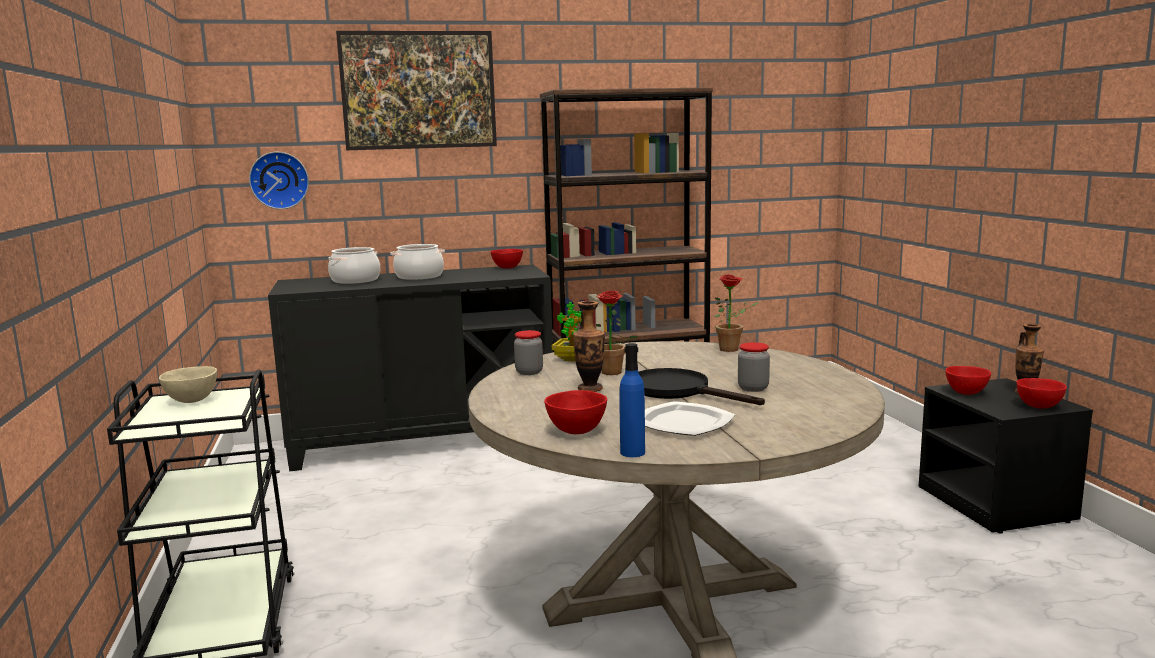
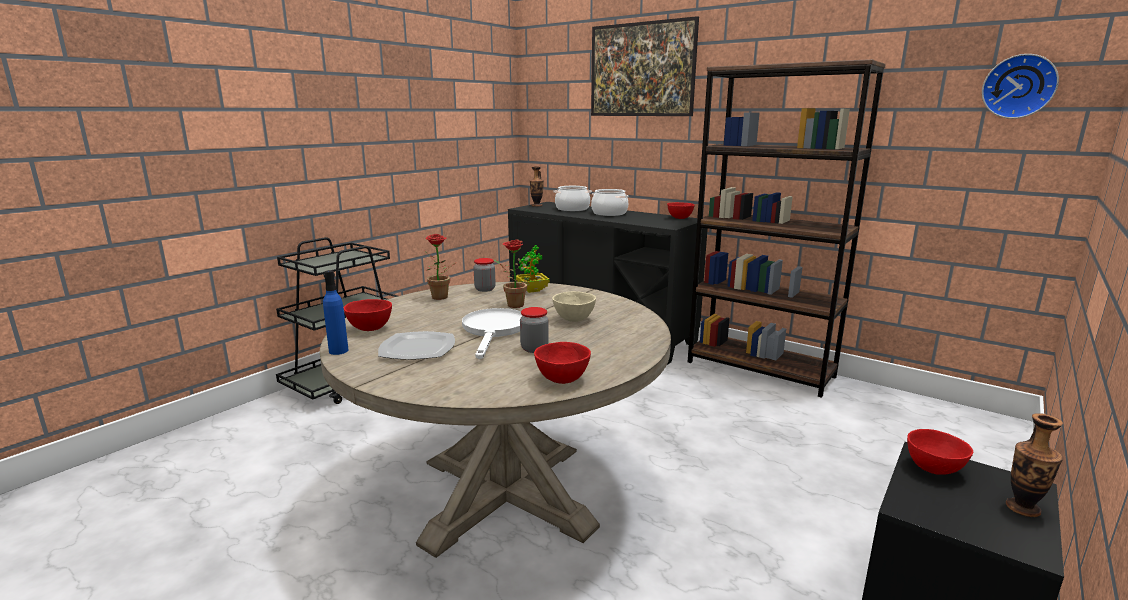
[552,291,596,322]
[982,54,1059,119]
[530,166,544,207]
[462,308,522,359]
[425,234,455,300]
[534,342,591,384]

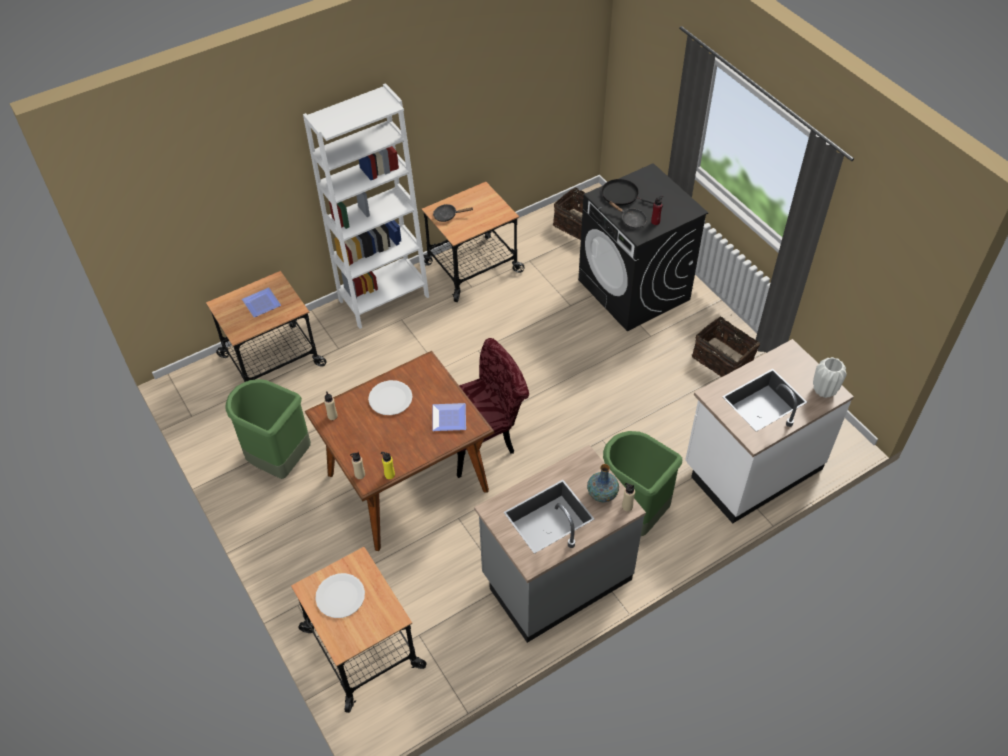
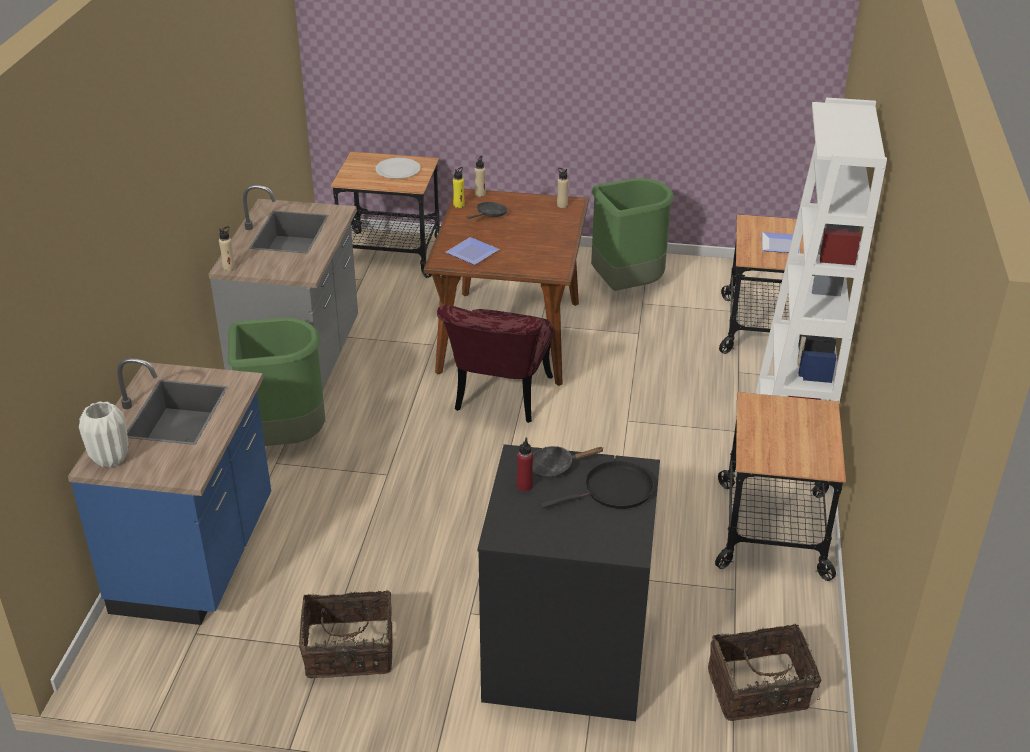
[368,380,413,415] (first image)
[466,202,508,219]
[587,464,619,502] (first image)
[68,358,271,625]

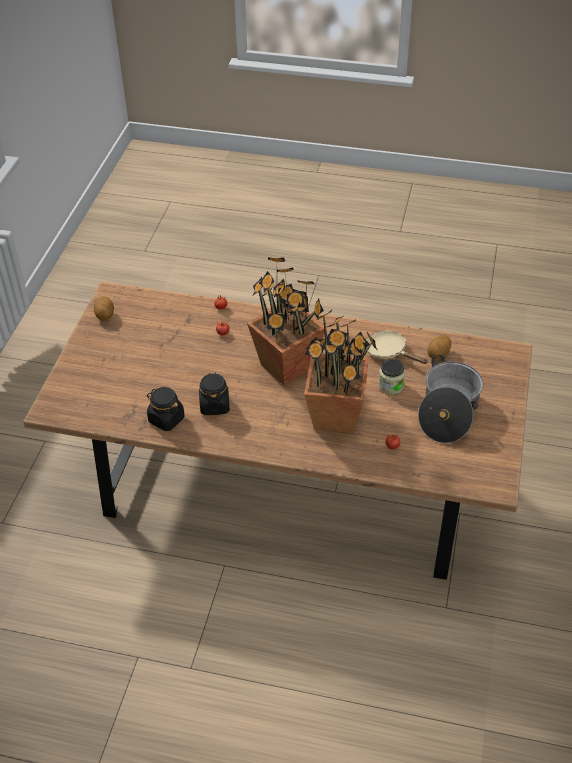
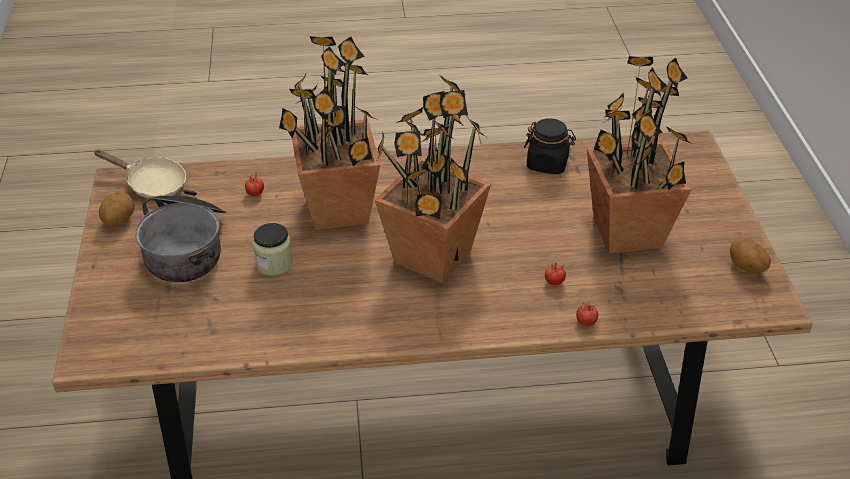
[199,372,230,415] (first image)
[94,149,186,198]
[99,192,135,226]
[587,56,692,254]

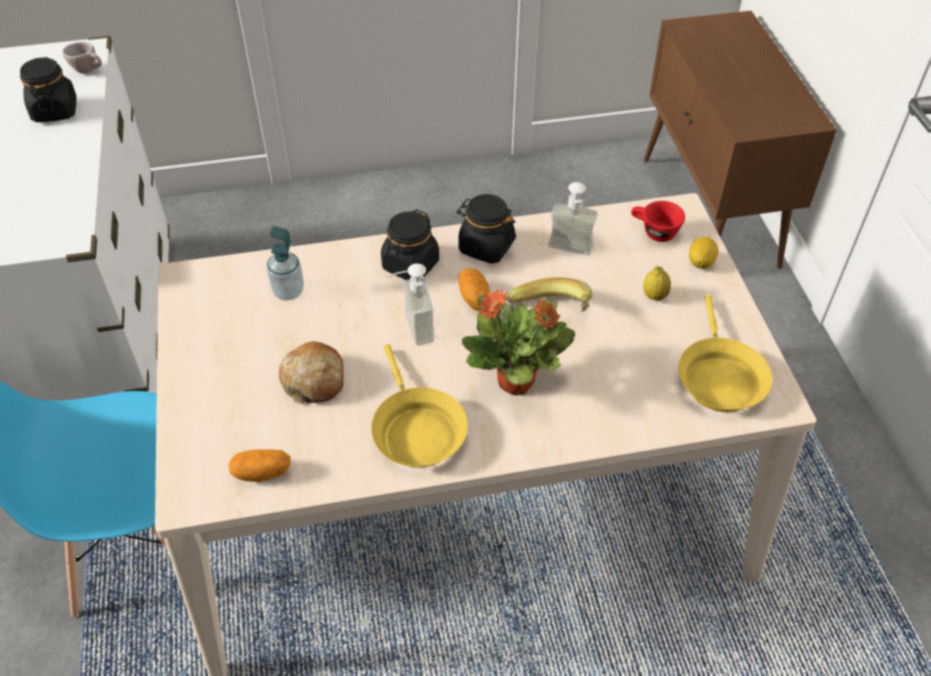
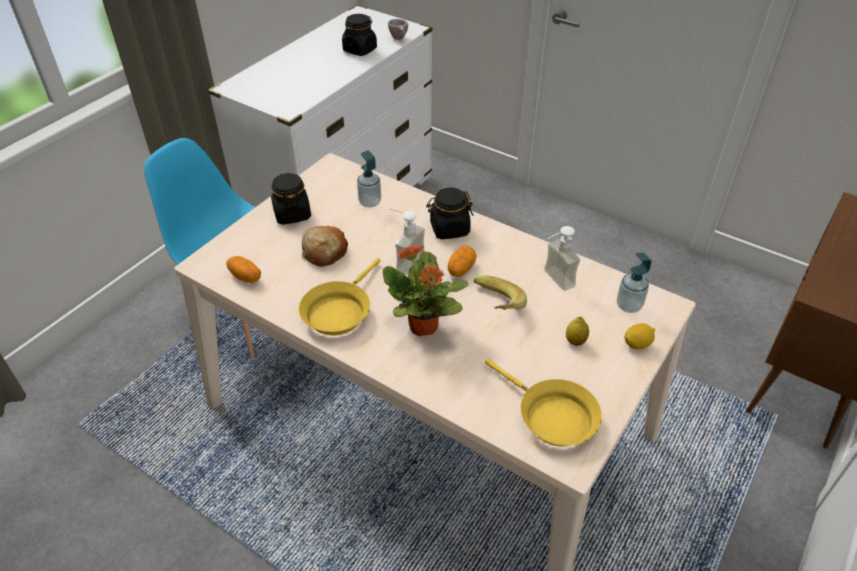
[271,173,311,225]
[617,253,652,313]
[485,359,602,446]

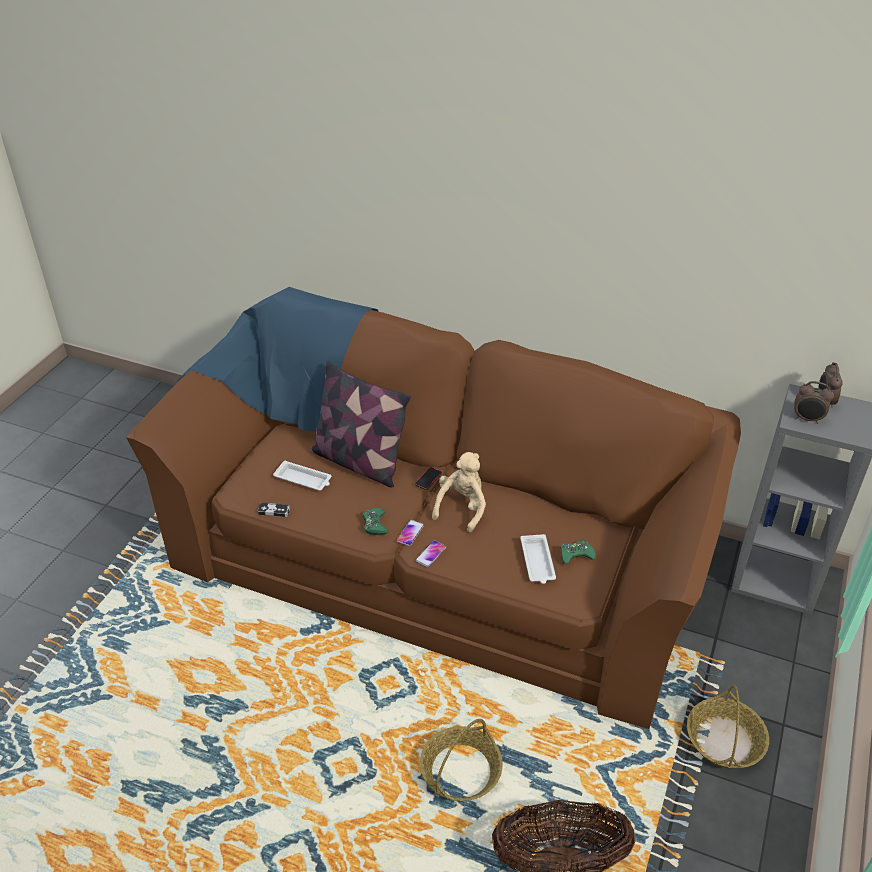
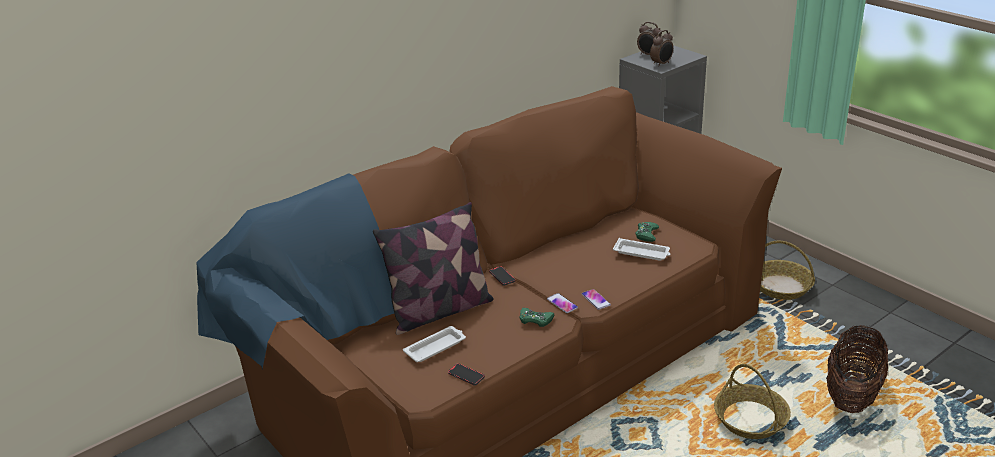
[448,363,485,386]
[432,452,486,532] (first image)

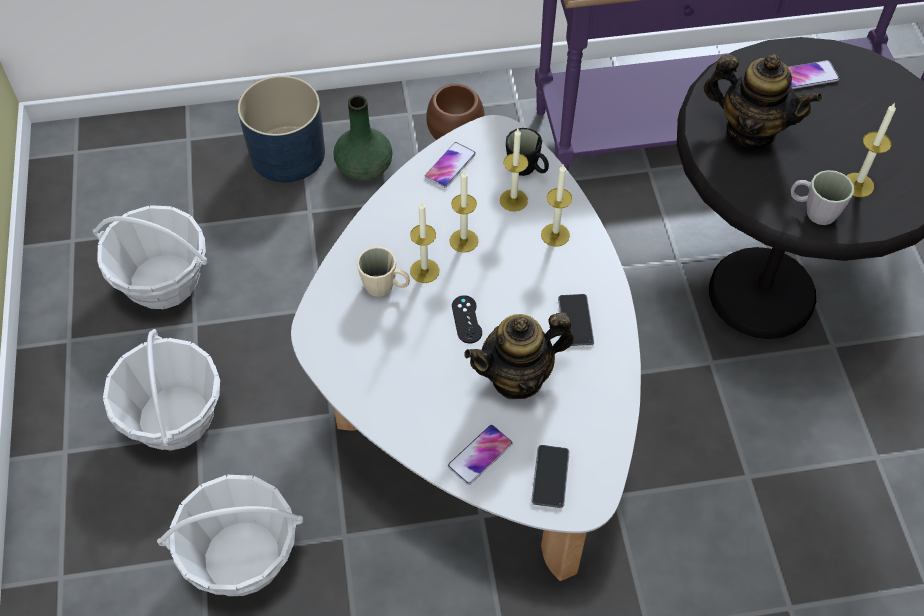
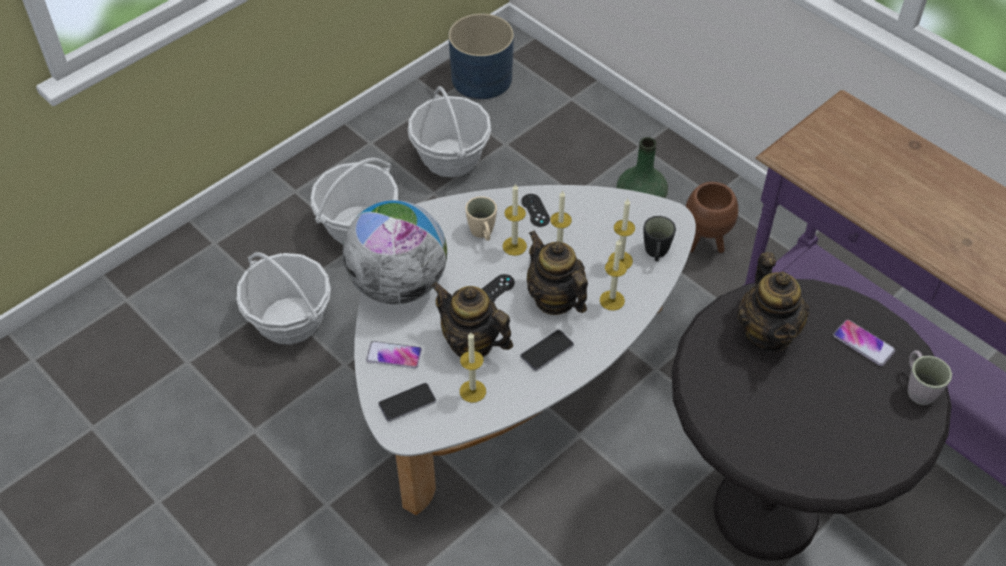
[449,14,514,99]
[425,142,476,188] (first image)
[908,350,952,405]
[460,332,486,403]
[343,200,447,304]
[521,194,550,227]
[527,230,588,315]

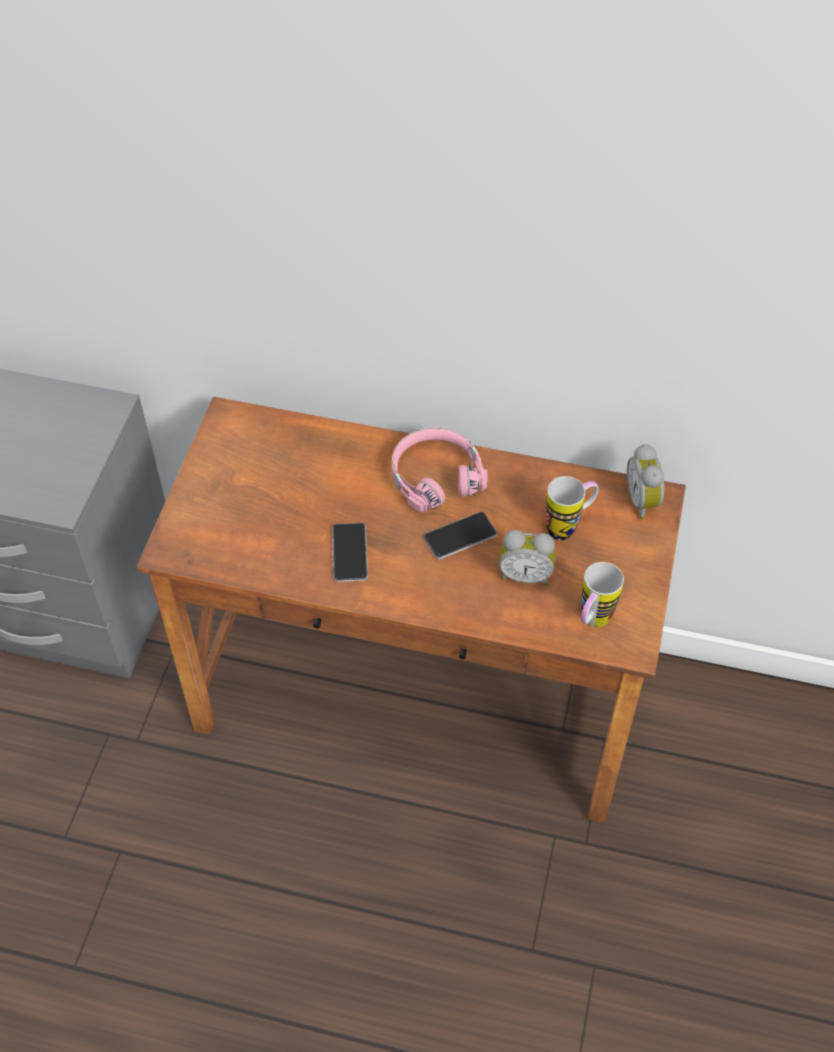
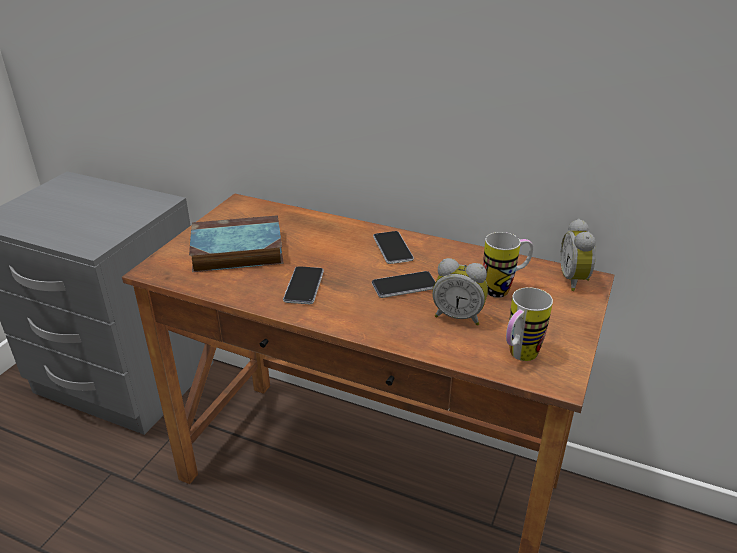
[373,231,414,264]
[189,215,283,272]

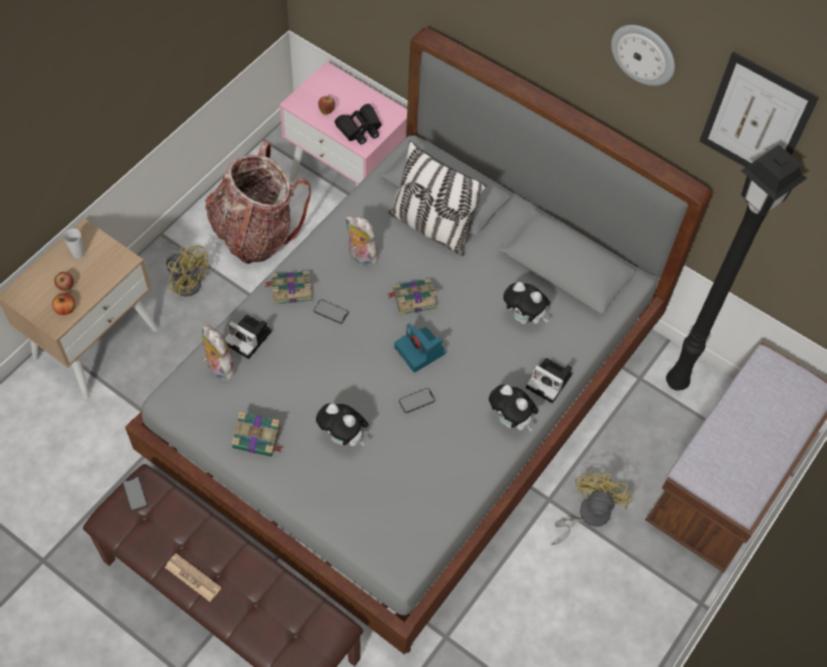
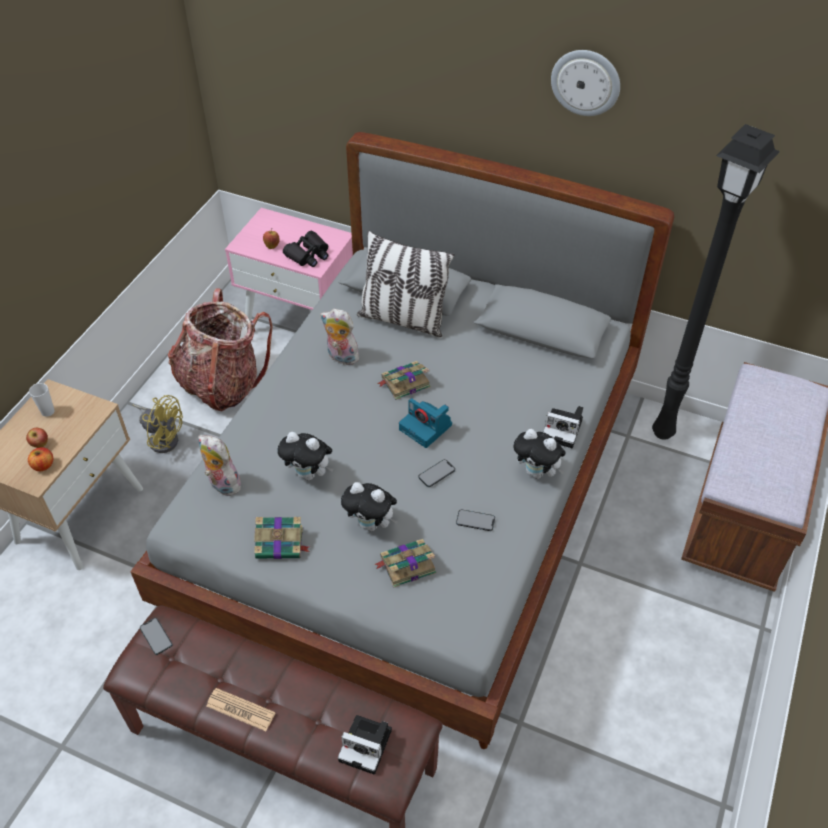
[338,715,392,775]
[375,539,436,588]
[456,509,495,531]
[277,432,333,481]
[551,473,632,545] (first image)
[699,52,819,167] (first image)

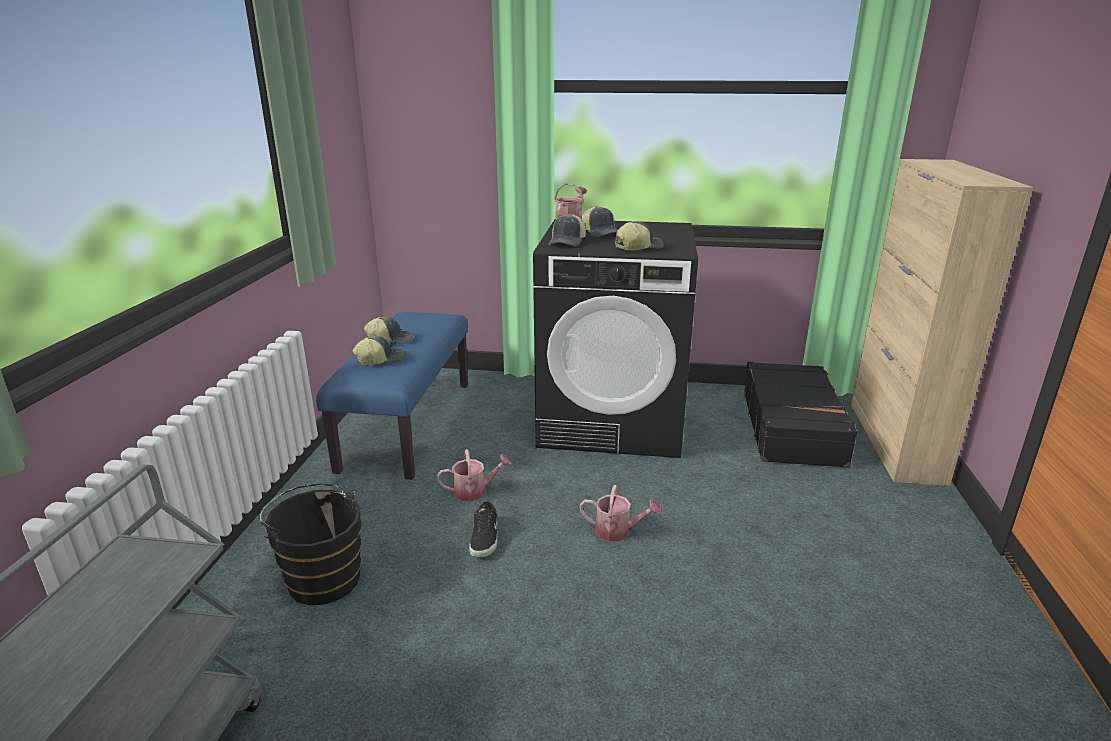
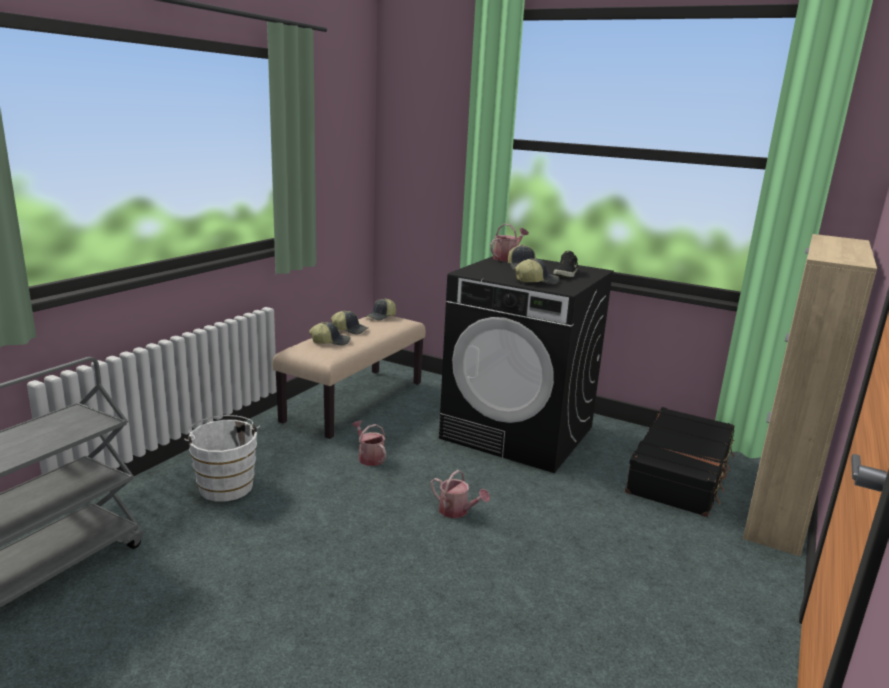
[184,415,260,502]
[273,316,426,439]
[352,420,386,466]
[553,251,578,277]
[365,298,396,321]

